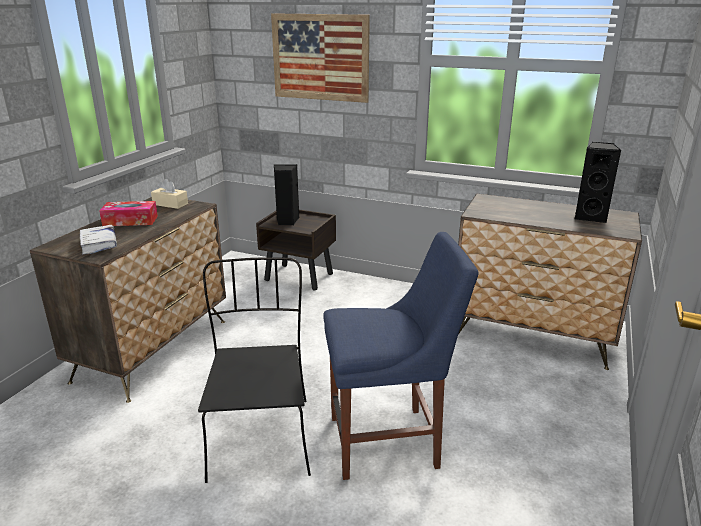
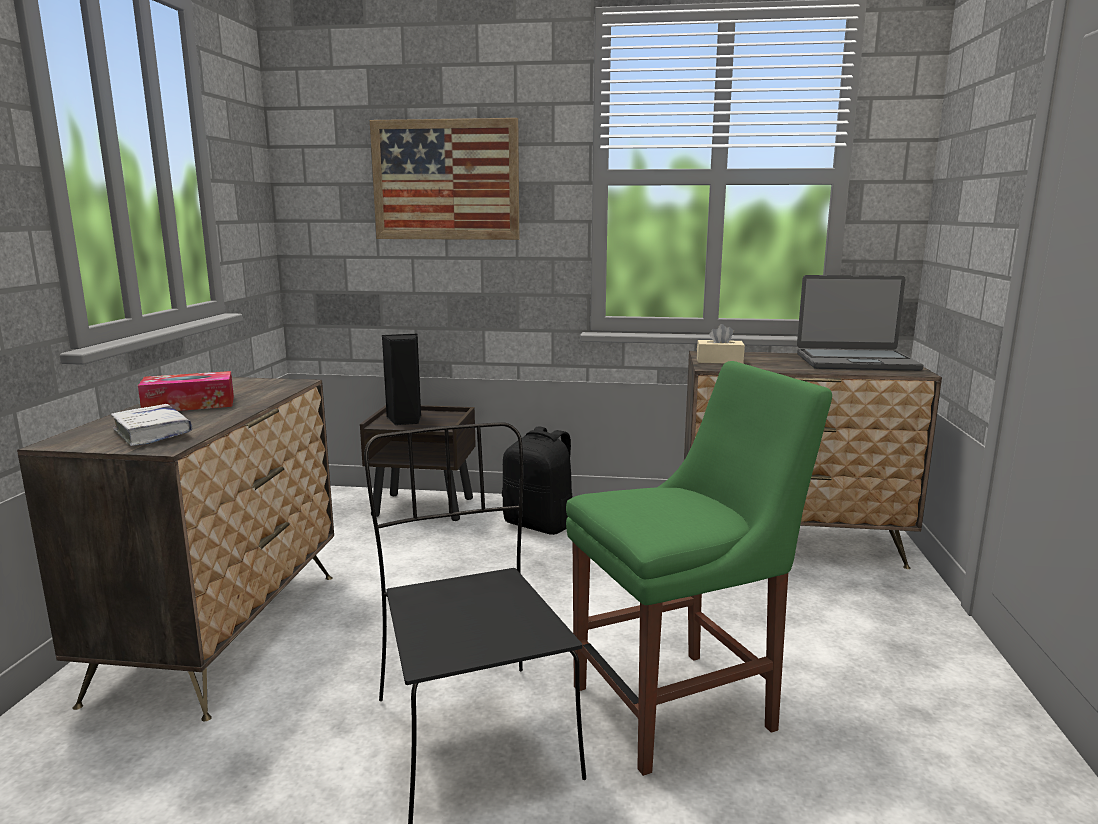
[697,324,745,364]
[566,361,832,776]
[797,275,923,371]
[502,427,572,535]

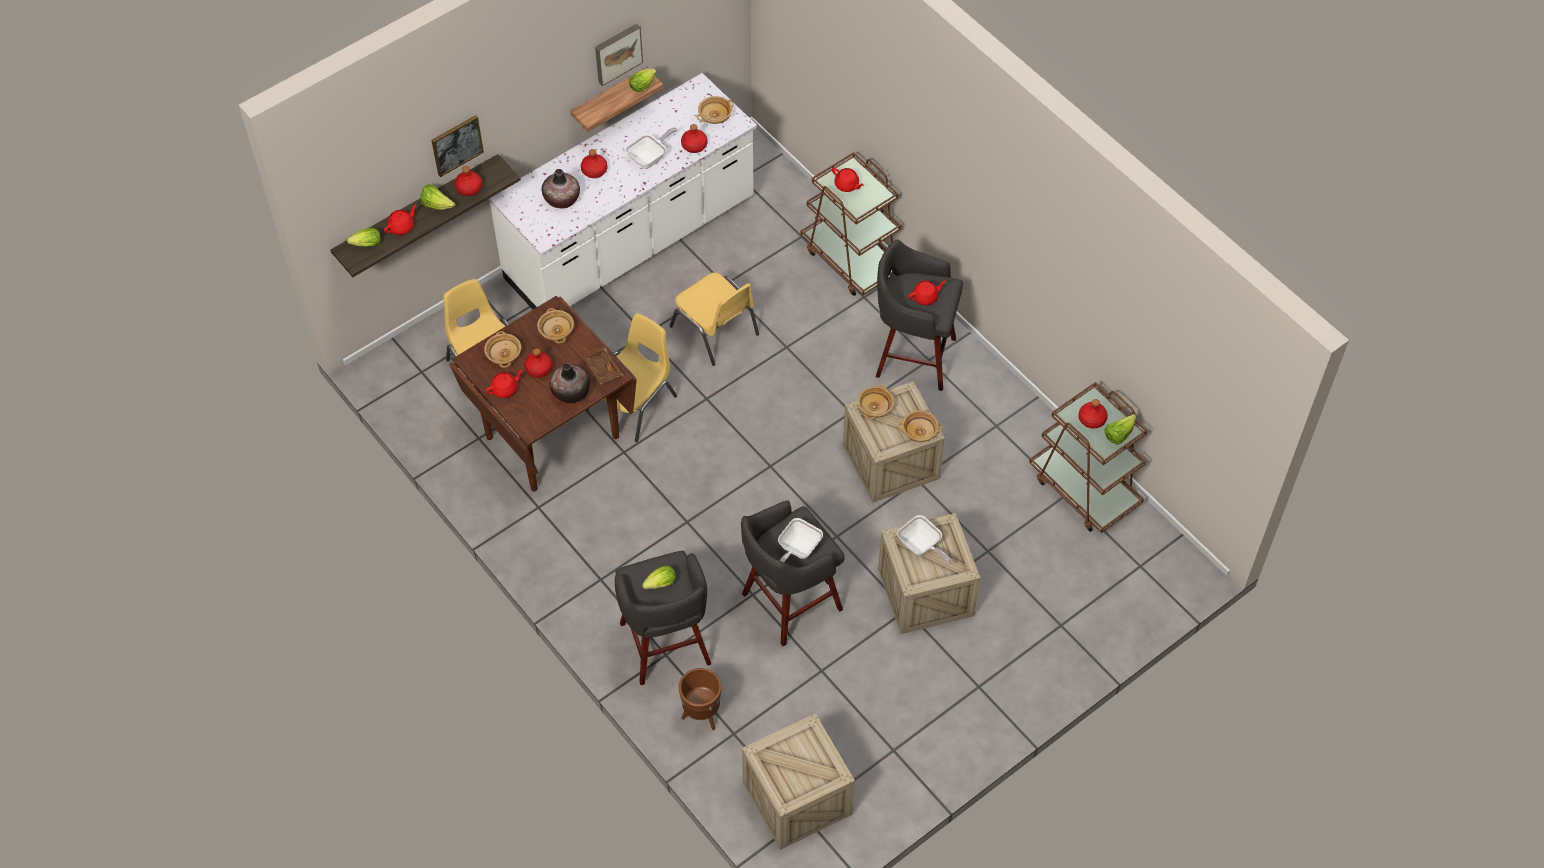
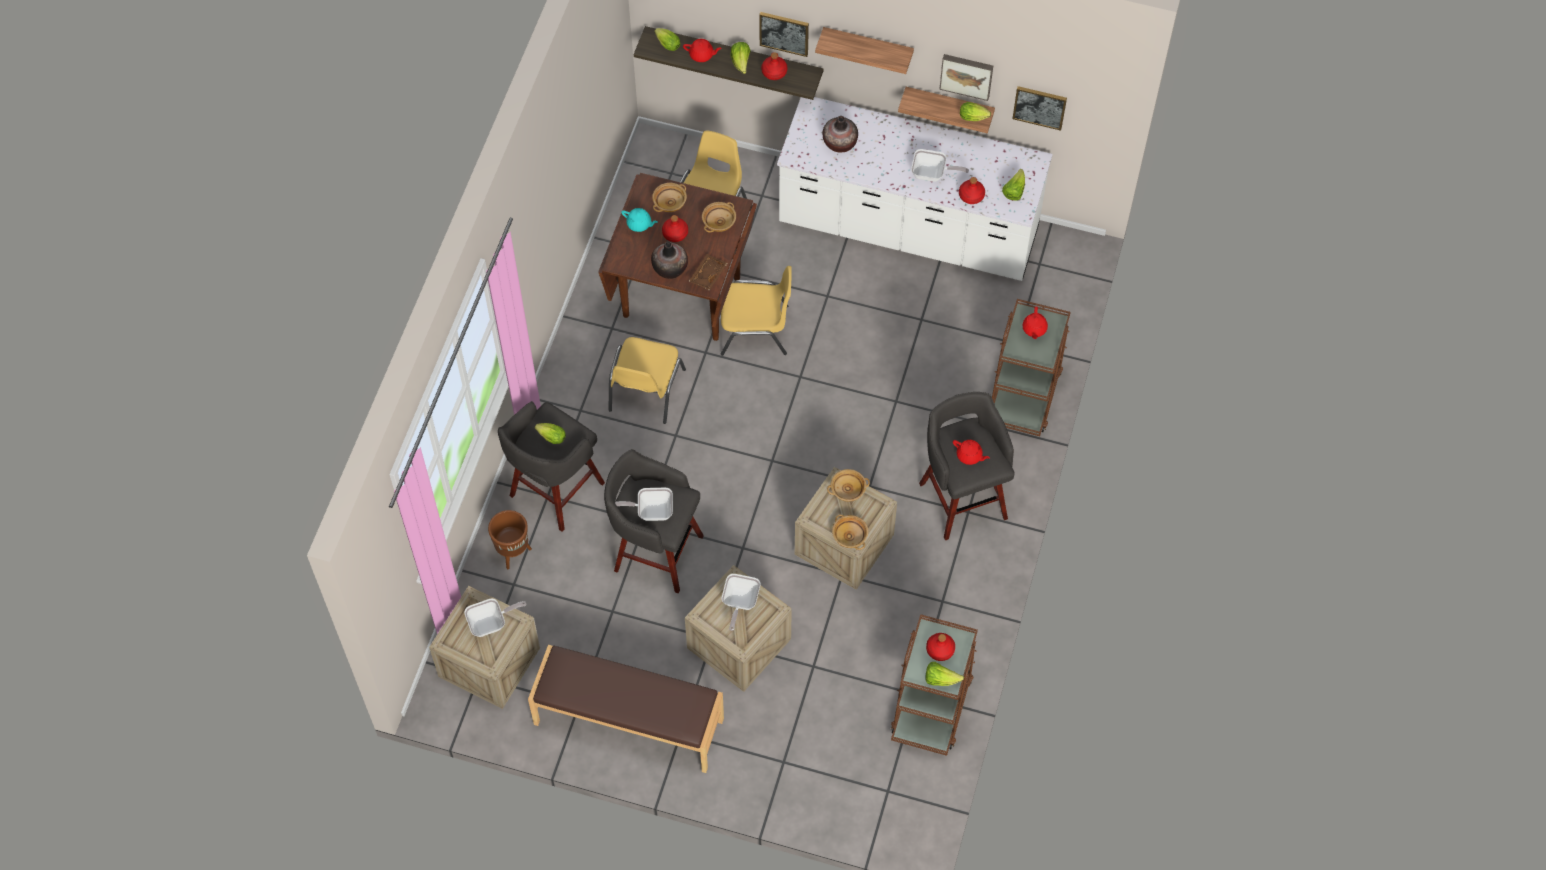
[621,208,658,232]
[581,149,607,178] (first image)
[609,337,686,424]
[1002,169,1025,201]
[464,598,526,637]
[528,645,724,773]
[815,27,914,74]
[1013,86,1067,131]

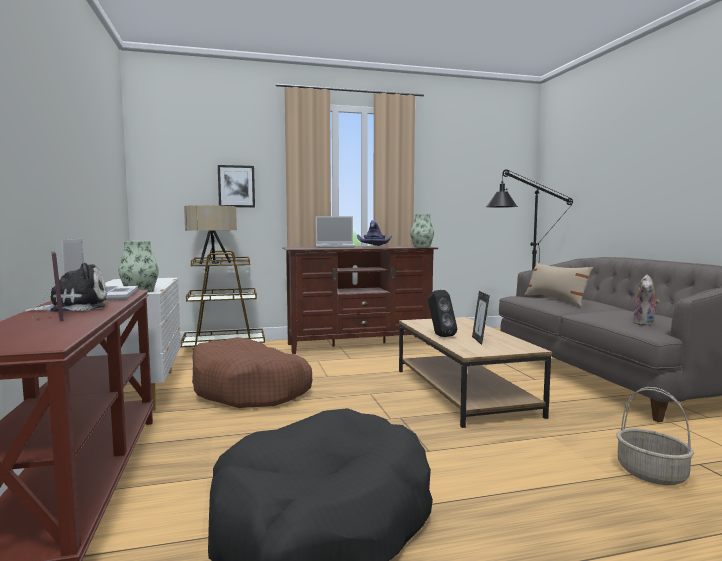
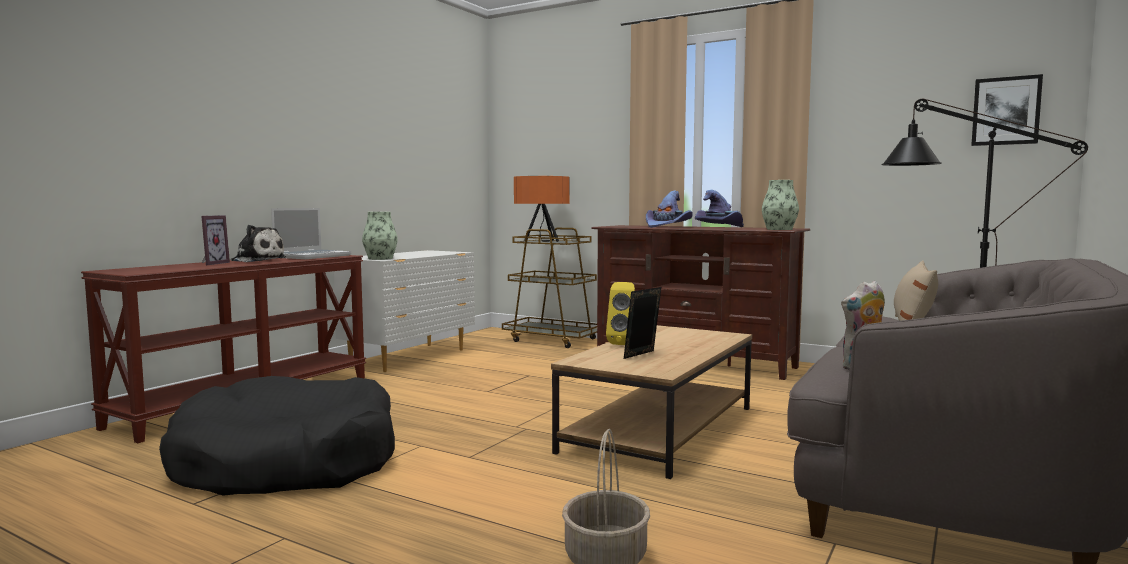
[514,176,569,242]
[192,337,312,408] (first image)
[971,74,1043,146]
[646,190,693,228]
[606,282,635,345]

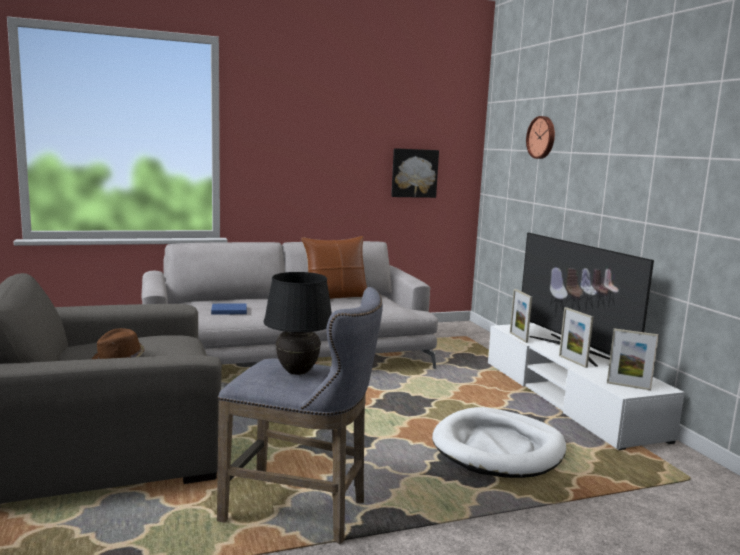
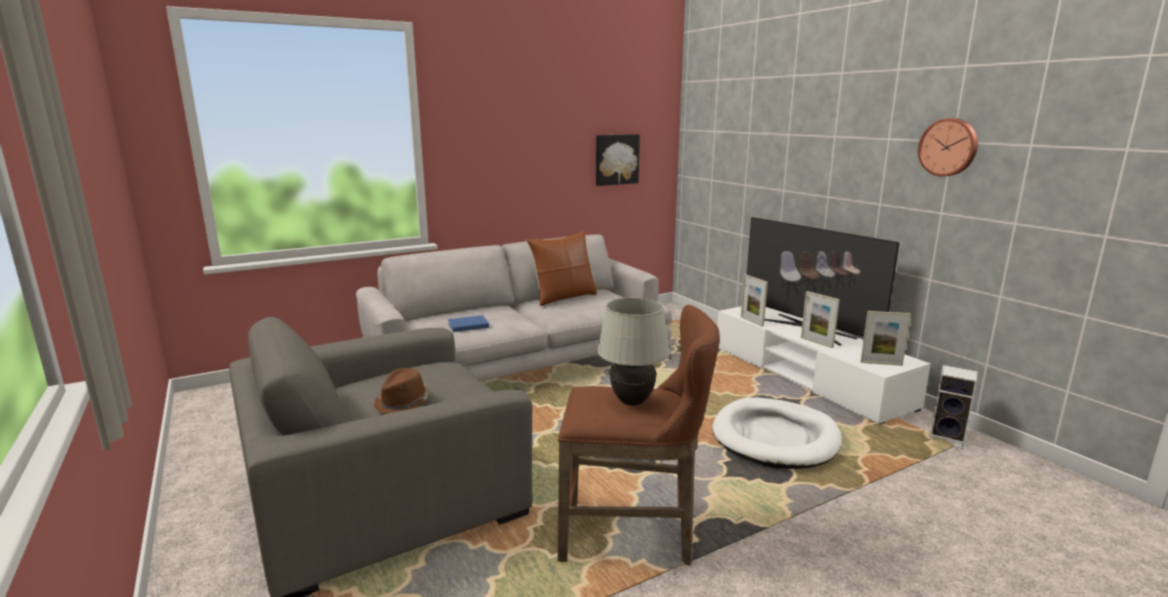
[558,305,720,566]
[597,298,670,406]
[918,118,978,177]
[929,365,977,449]

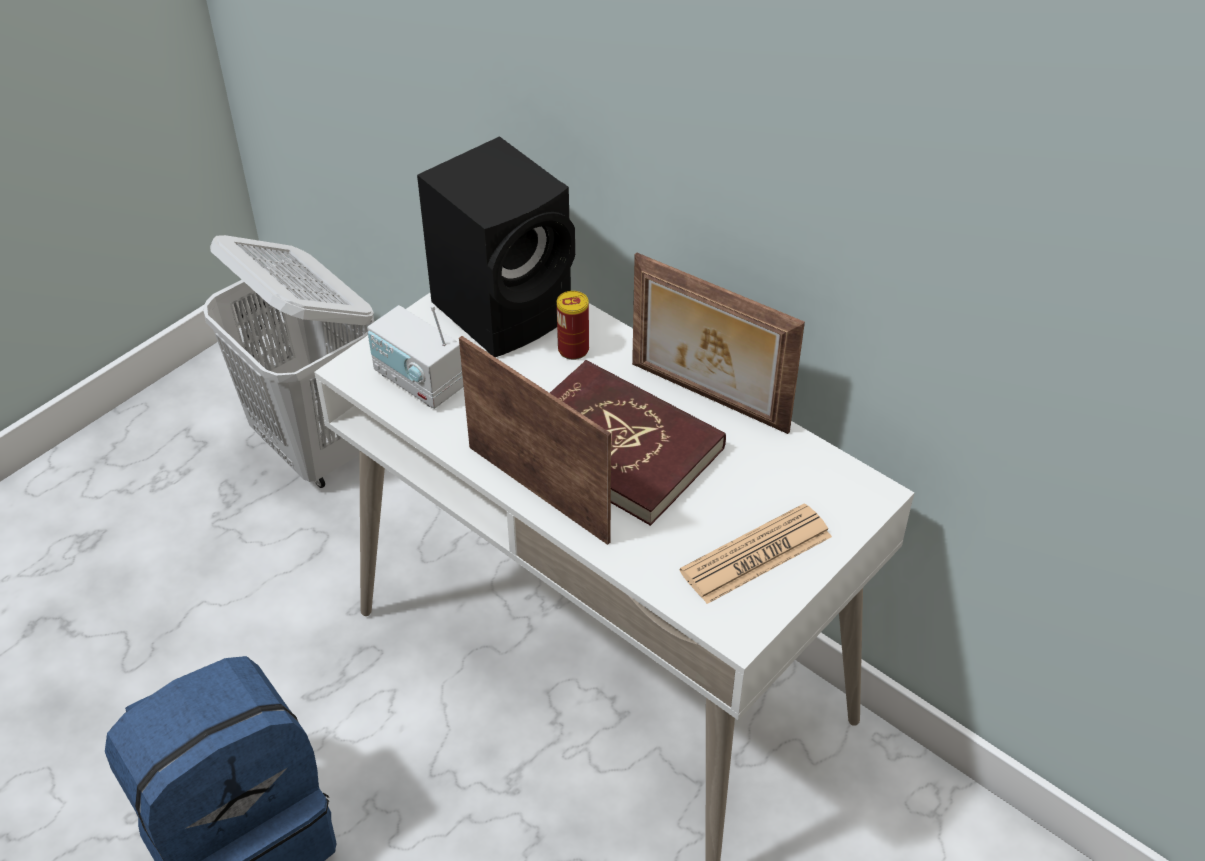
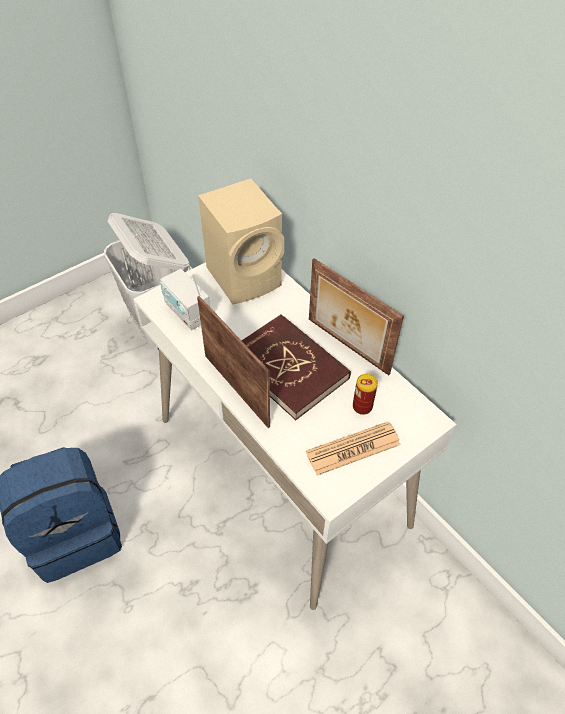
[198,179,284,305]
[353,374,378,415]

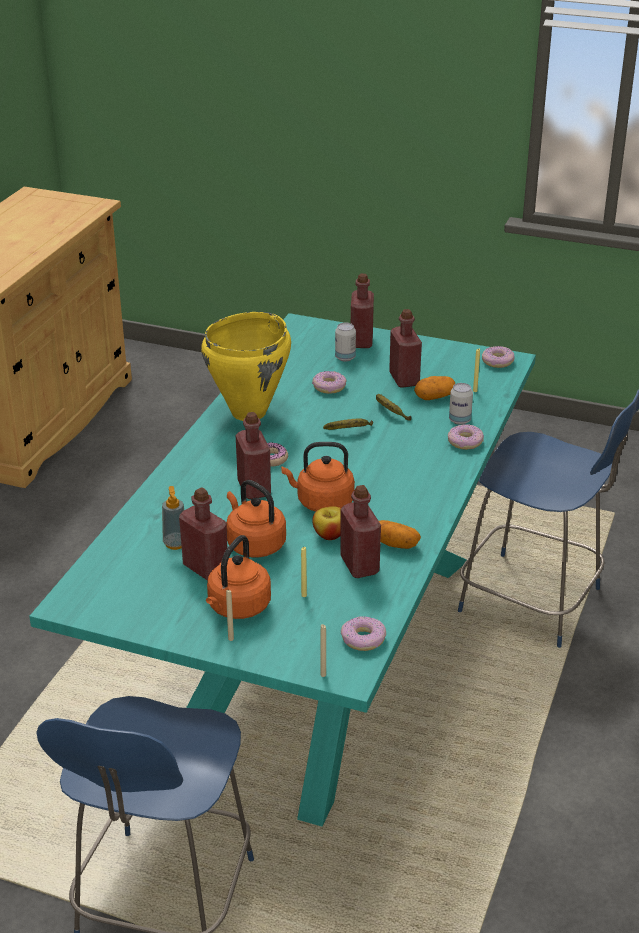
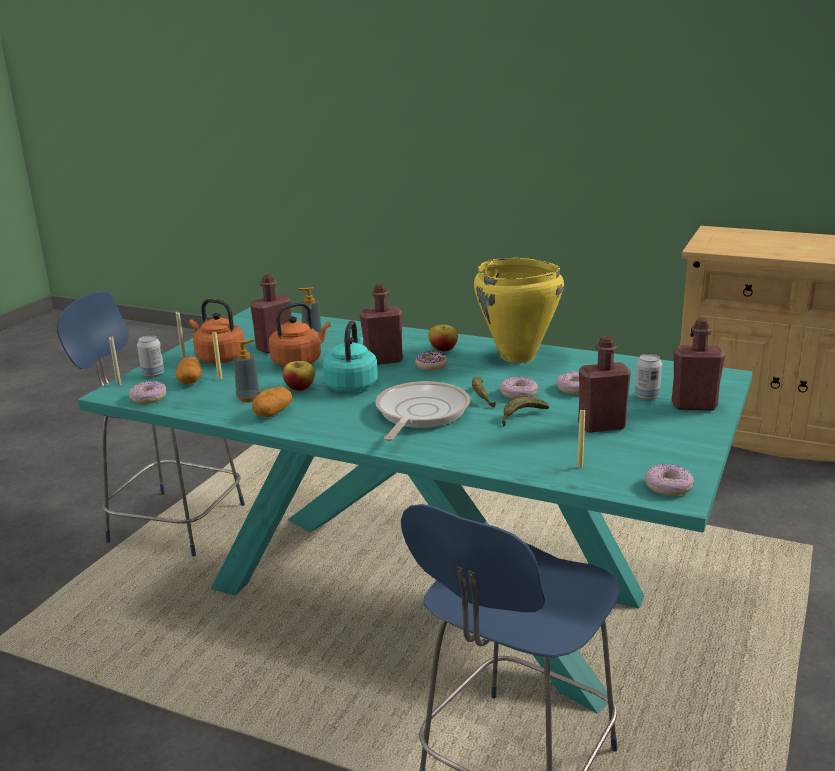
[323,320,378,392]
[234,339,260,402]
[175,356,202,384]
[500,377,538,399]
[137,335,164,378]
[375,381,470,441]
[428,325,458,351]

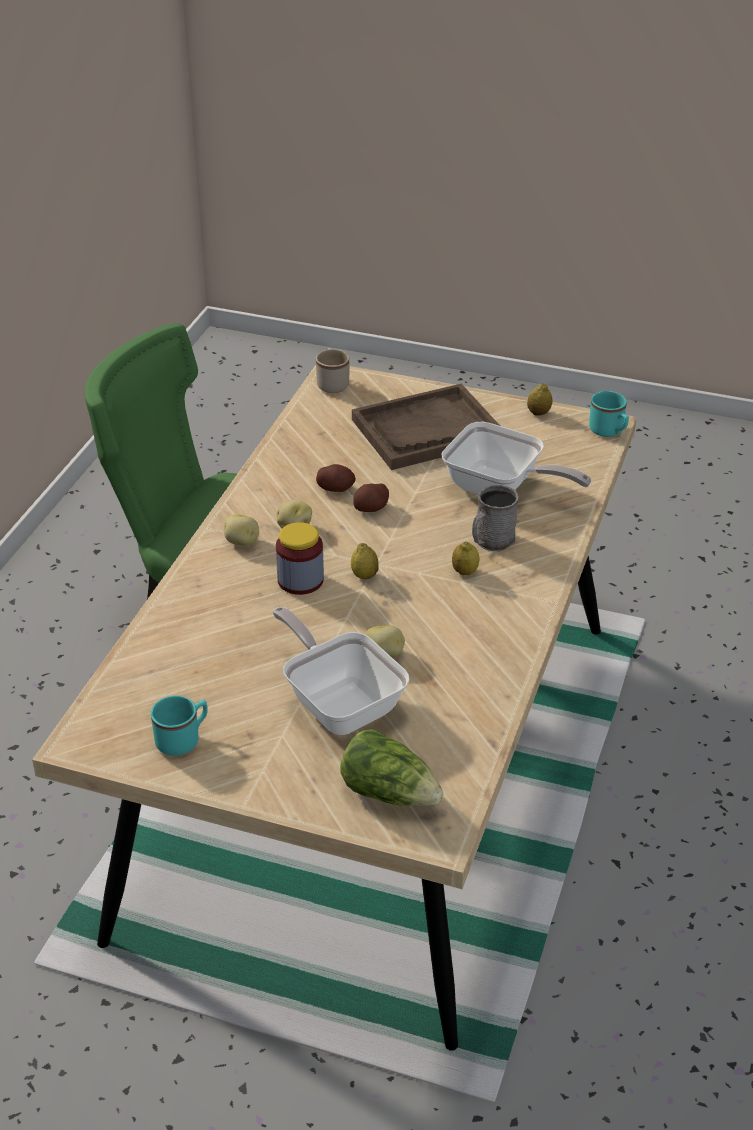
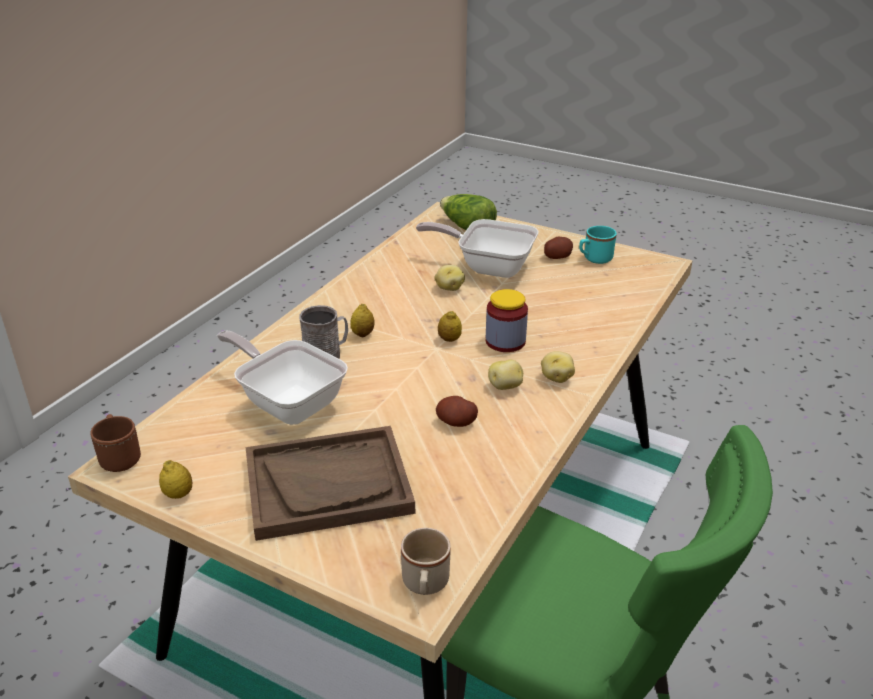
[416,219,539,278]
[544,237,573,259]
[90,414,141,472]

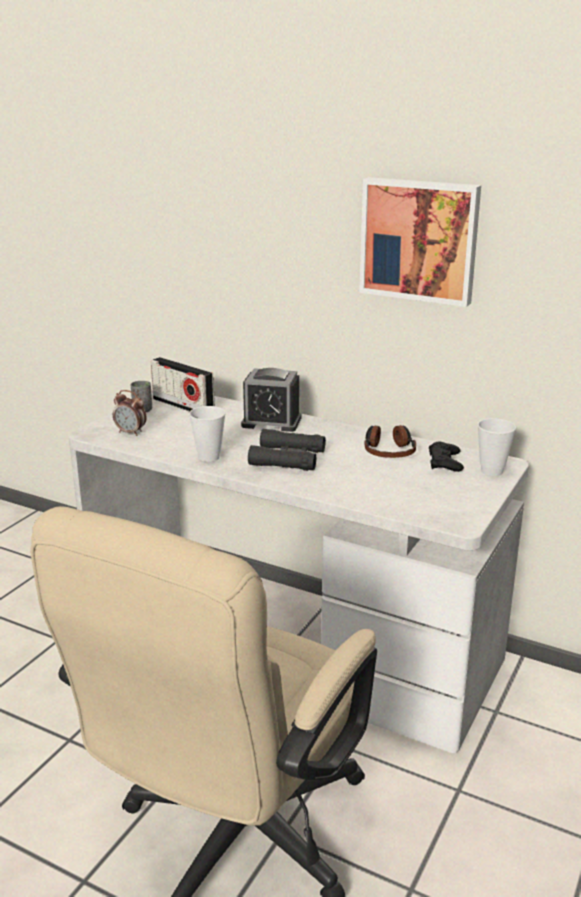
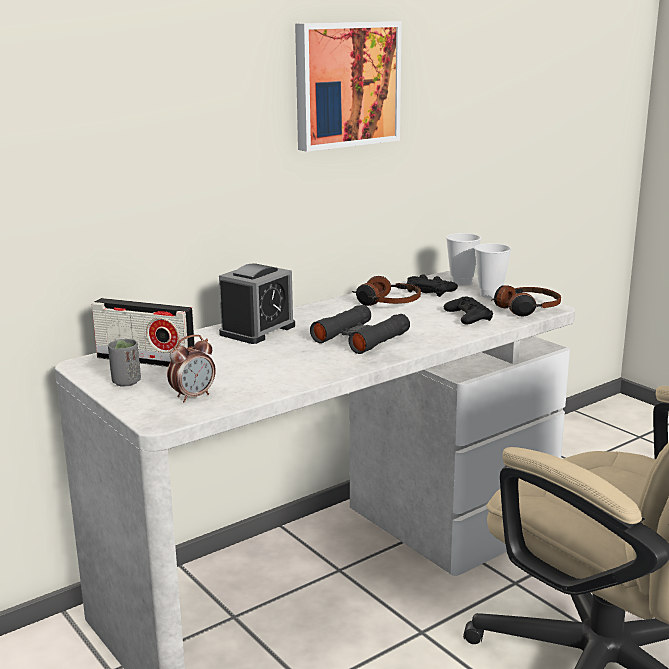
[92,298,195,367]
[474,243,511,298]
[444,296,493,325]
[491,285,561,317]

